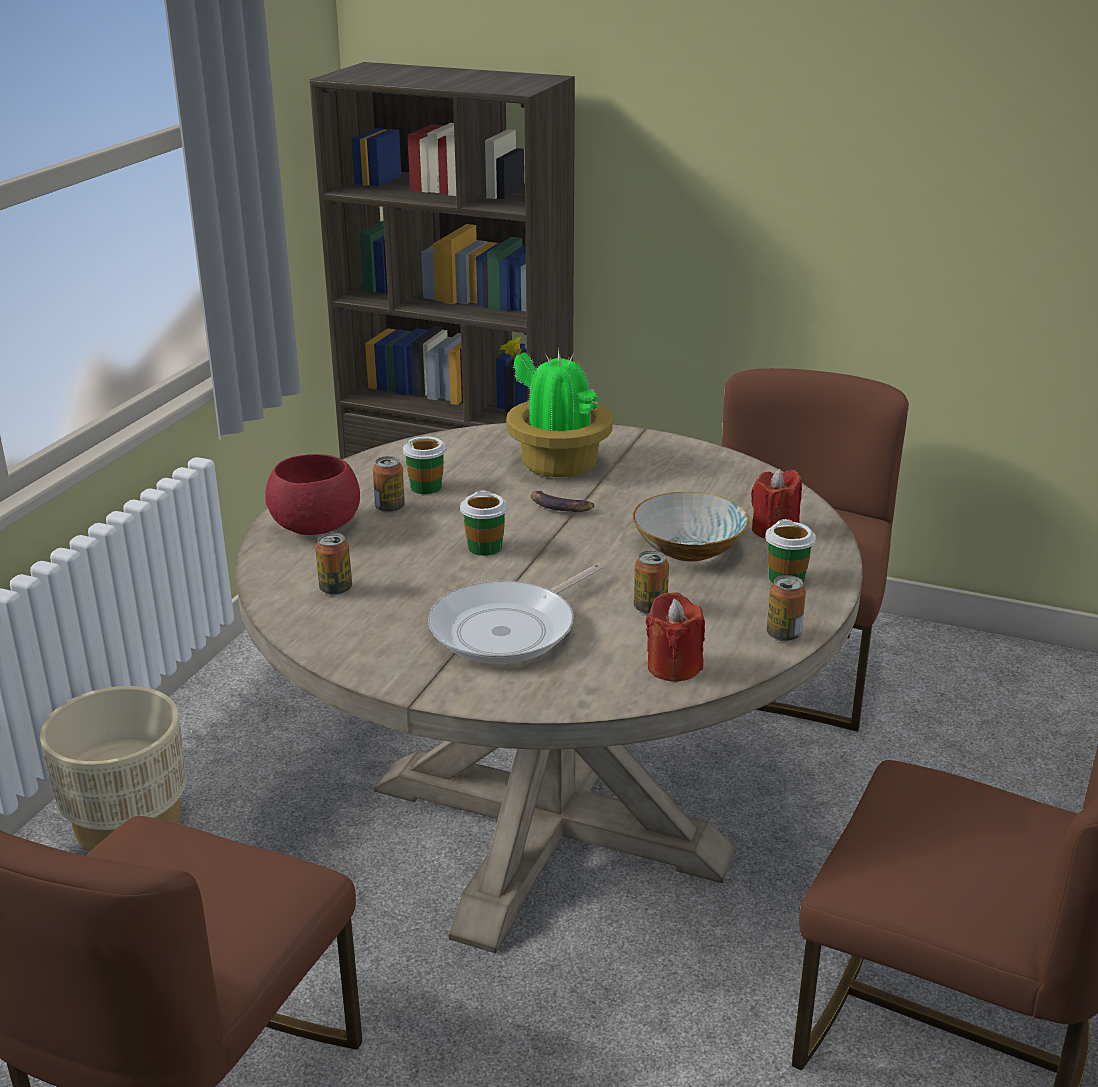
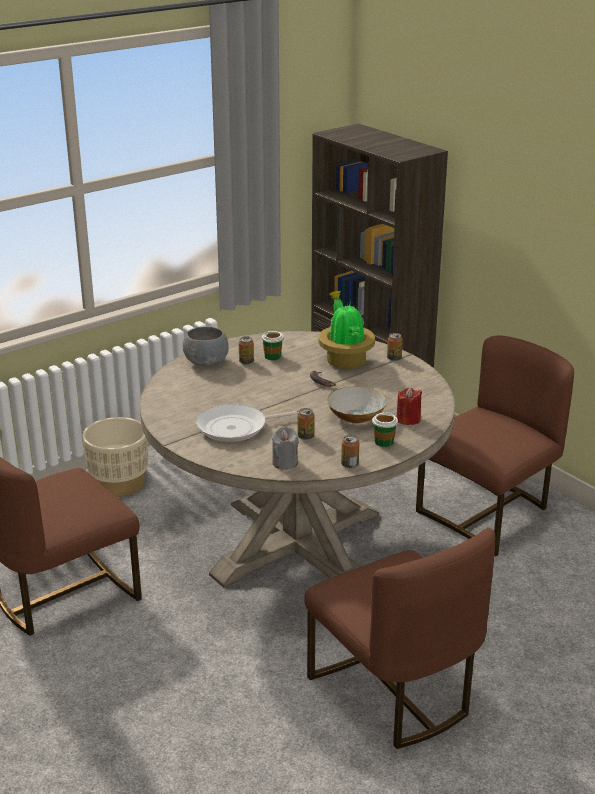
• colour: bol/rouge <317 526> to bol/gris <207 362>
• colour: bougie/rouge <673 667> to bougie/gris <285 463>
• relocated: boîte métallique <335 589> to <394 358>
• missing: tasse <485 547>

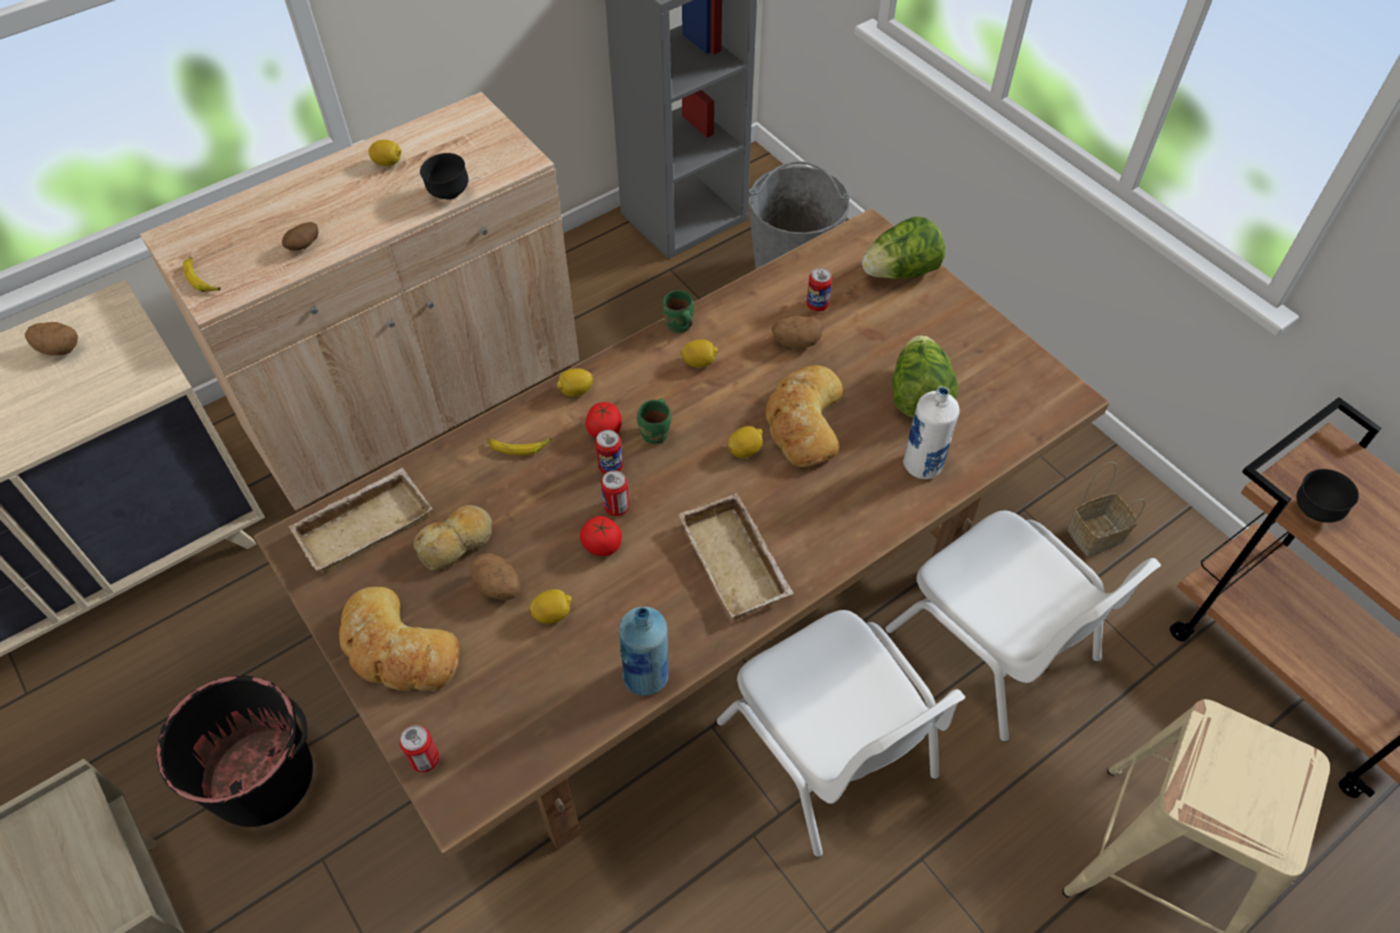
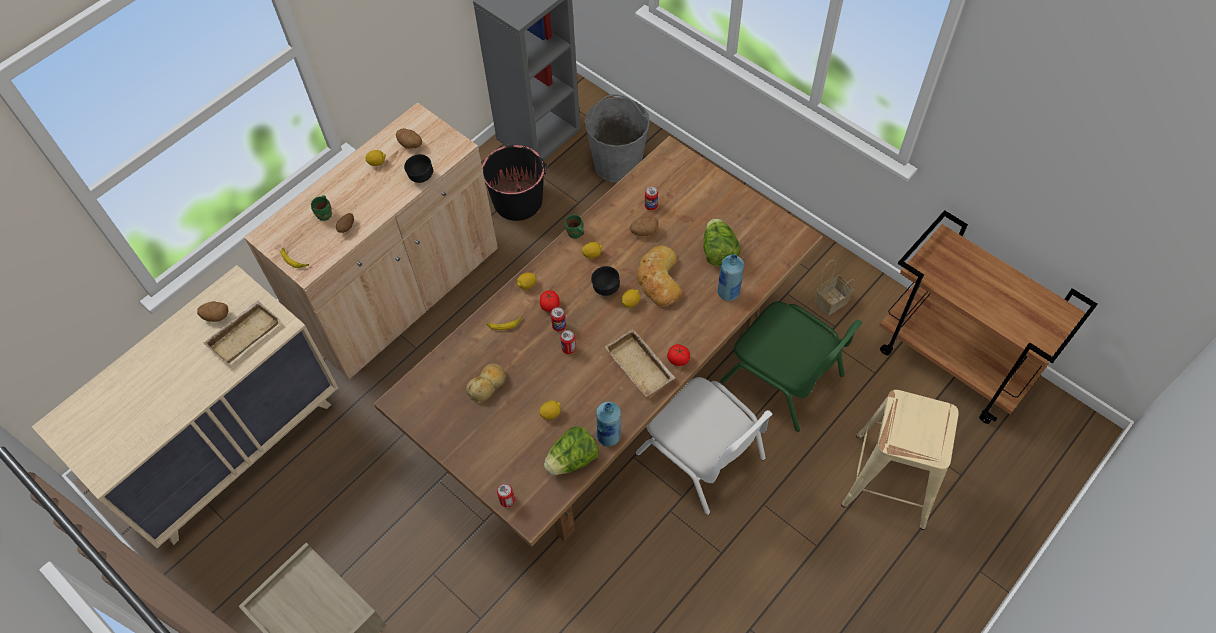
• relocated: plateau/beige <365 523> to <244 333>
• relocated: mug/vert <657 434> to <325 214>
• relocated: pomme de terre <498 587> to <411 144>
• relocated: seau/noir <263 776> to <517 200>
• relocated: laitue <900 272> to <572 460>
• relocated: bol/noir <1313 511> to <605 289>
• relocated: tomate <602 545> to <678 359>
• colour: bouteille/blanc <922 465> to bouteille/bleu <728 293>
• colour: chaise/blanc <995 646> to chaise/vert <784 379>
• missing: pain <397 649>

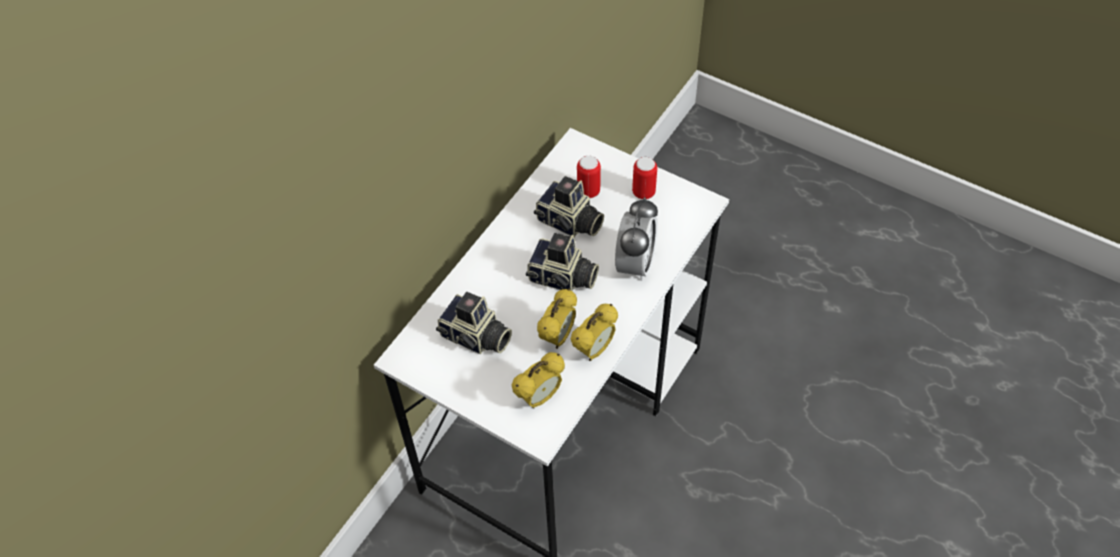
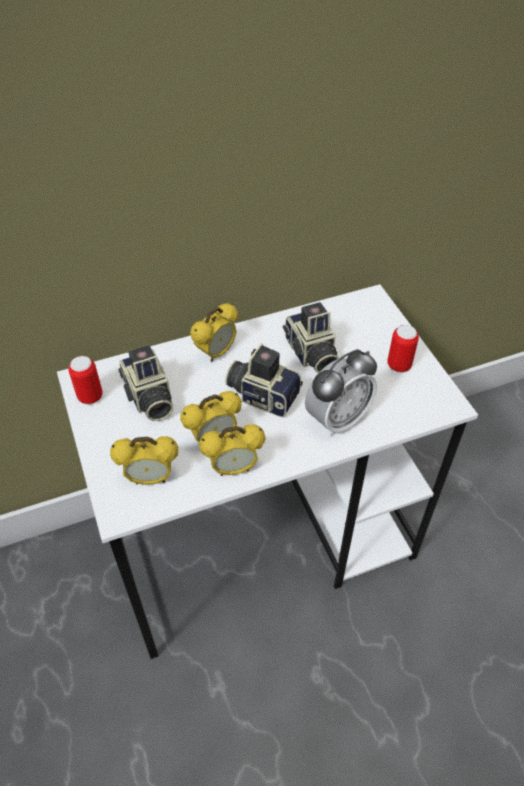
• relocated: boîte métallique <588 191> to <90 396>
• appeared: réveil <216 353>
• spun: appareil photo <563 279> = <263 394> 150 degrees clockwise

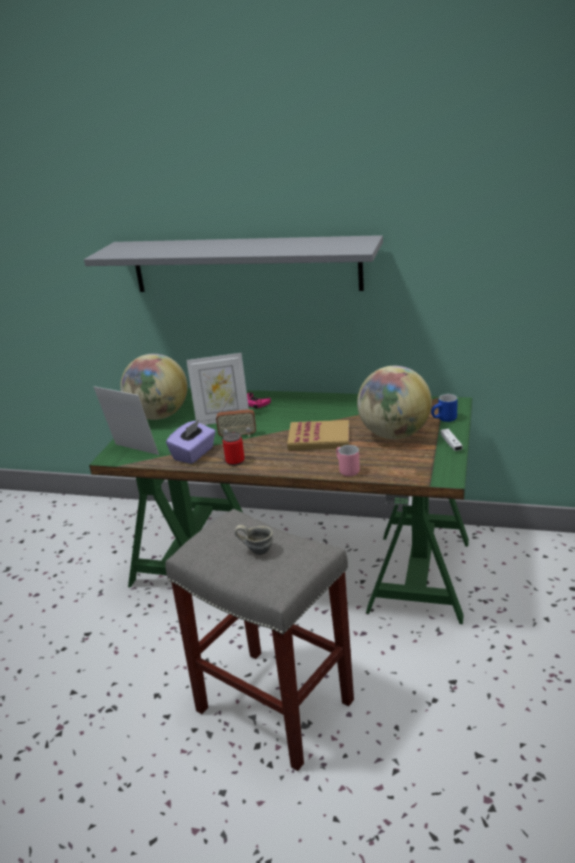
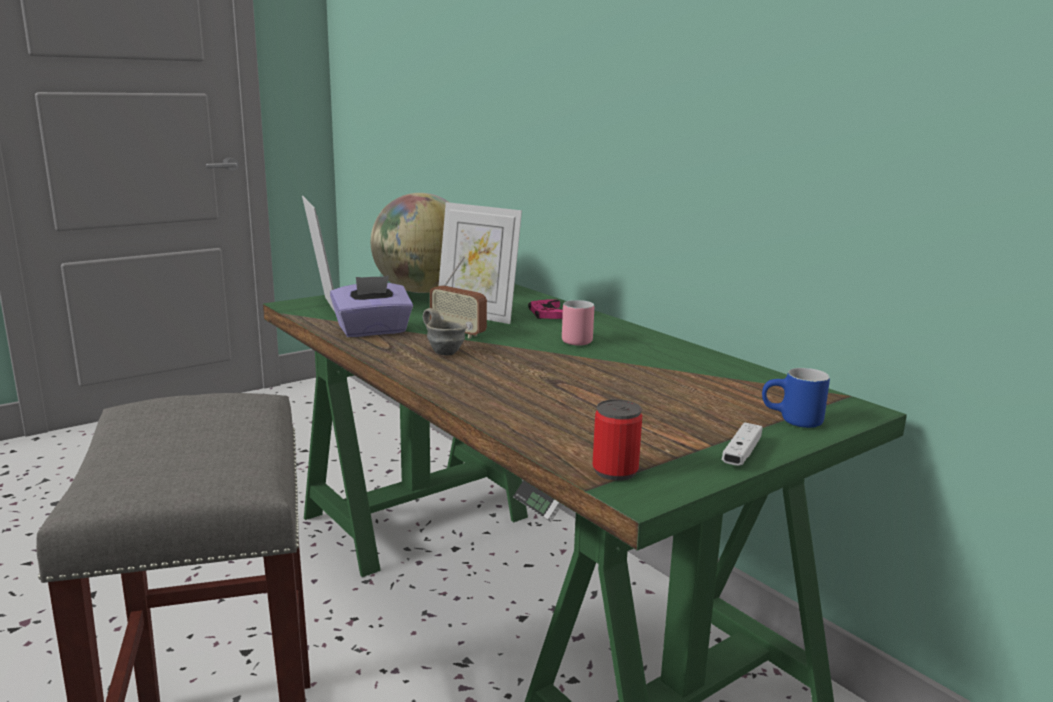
• relocated: mug/gris <257 550> to <445 352>
• relocated: mug/rose <345 470> to <575 339>
• relocated: boîte métallique <235 461> to <615 471>
• missing: étagère/gris <244 265>
• missing: livre <319 438>
• missing: globe <394 434>

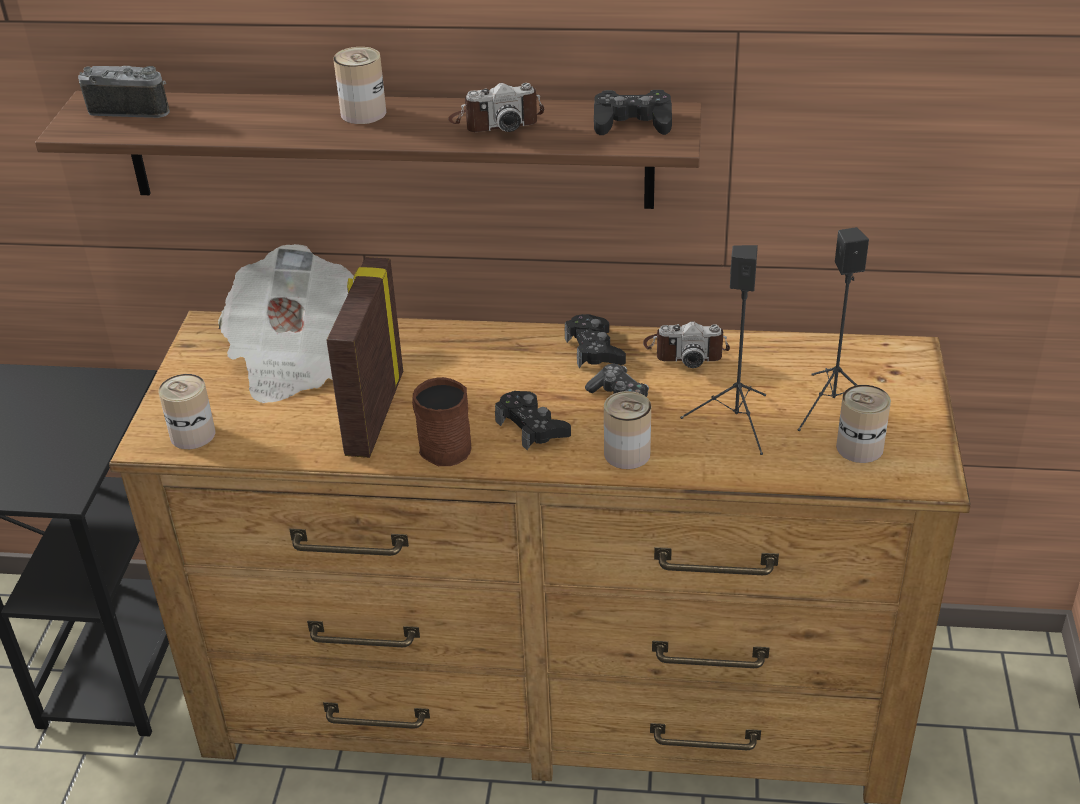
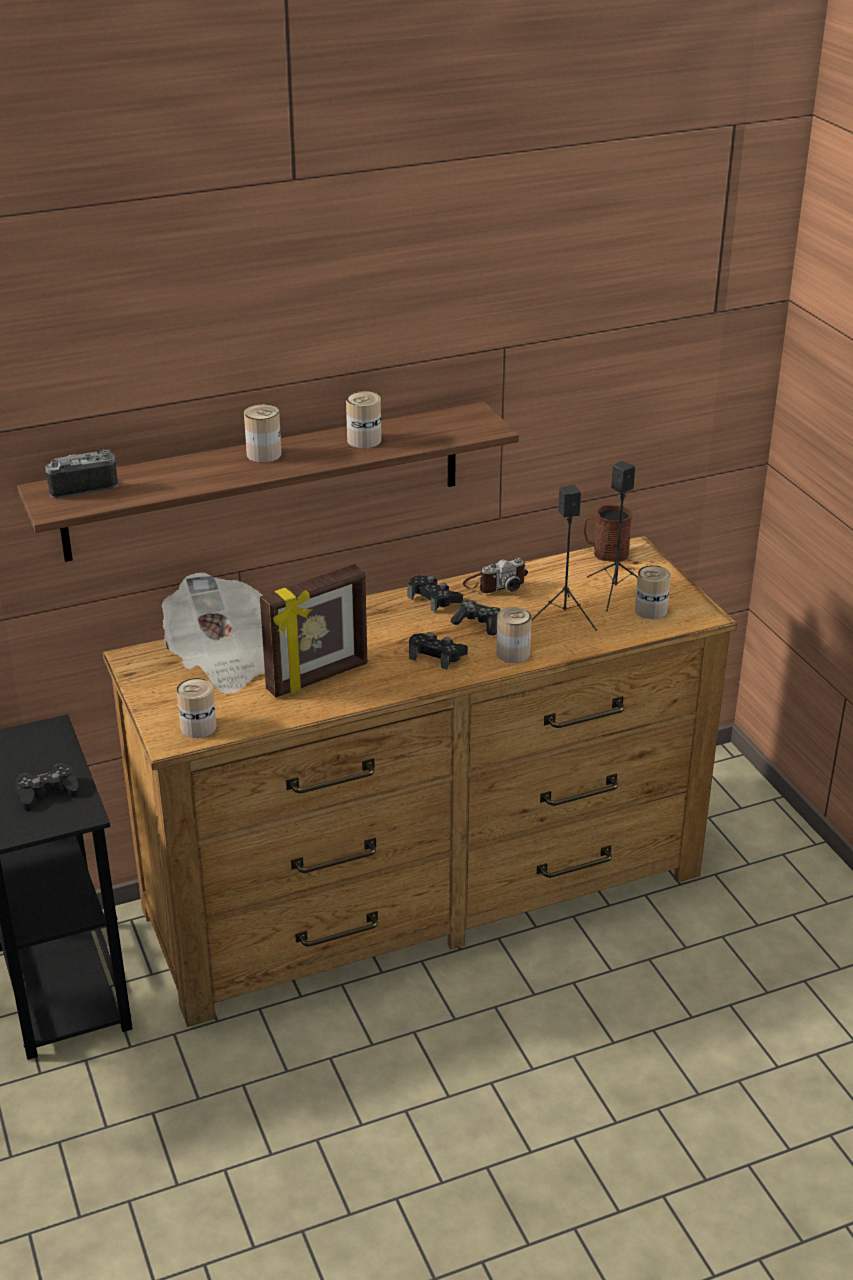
• relocated: manette/noir <632 122> to <47 793>
• spun: cadre photo <372 414> = <318 678> 105 degrees counterclockwise
• exchanged: appareil photo <496 121> to boîte métallique <364 440>
• relocated: mug/marron <440 445> to <605 553>

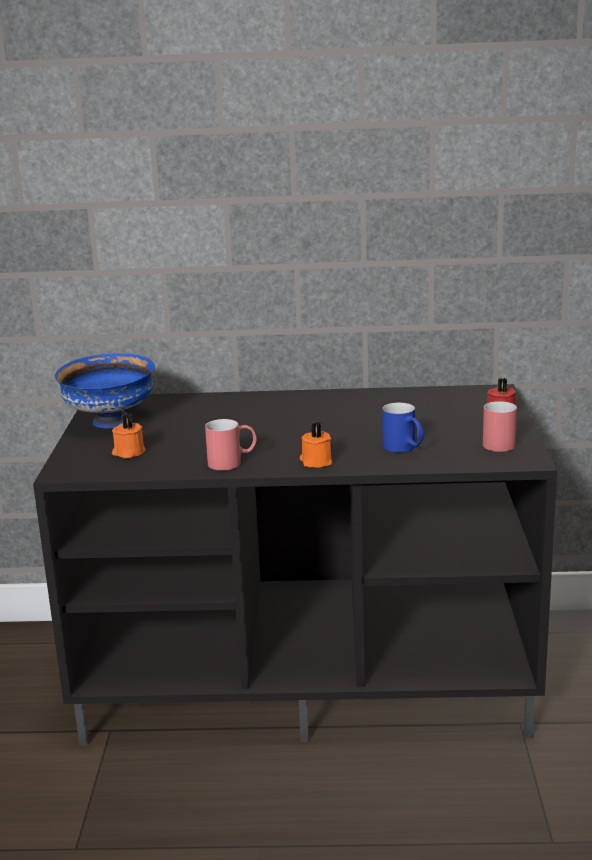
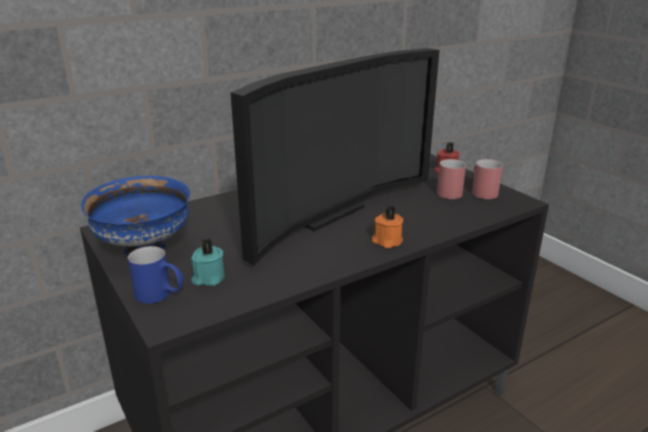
• relocated: mug/bleu <404 449> to <161 295>
• colour: bougie/orange <128 453> to bougie/turquoise <208 278>
• appeared: téléviseur <323 212>
• relocated: mug/rouge <232 462> to <452 191>

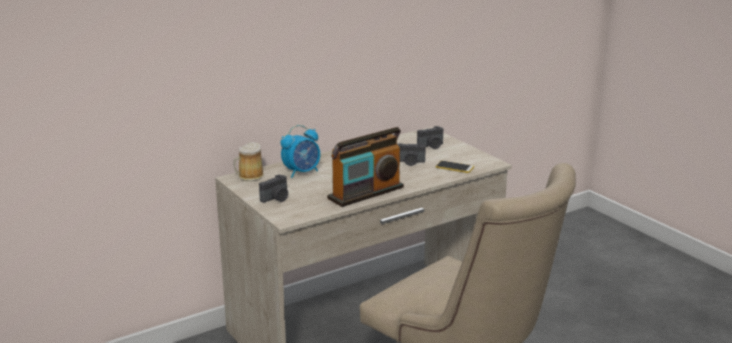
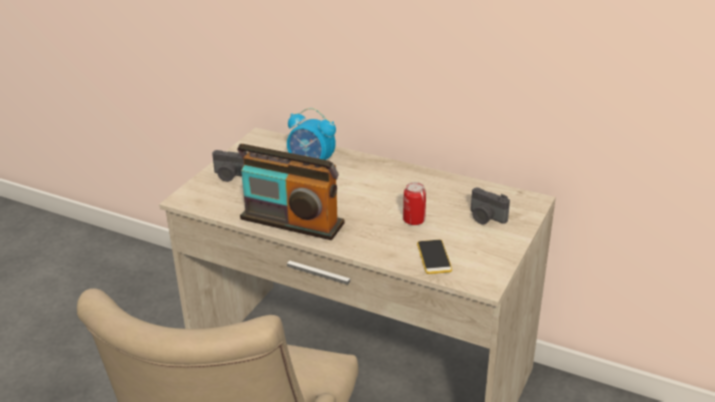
• exchanged: appareil photo <410 162> to boîte métallique <414 220>
• missing: mug <249 176>

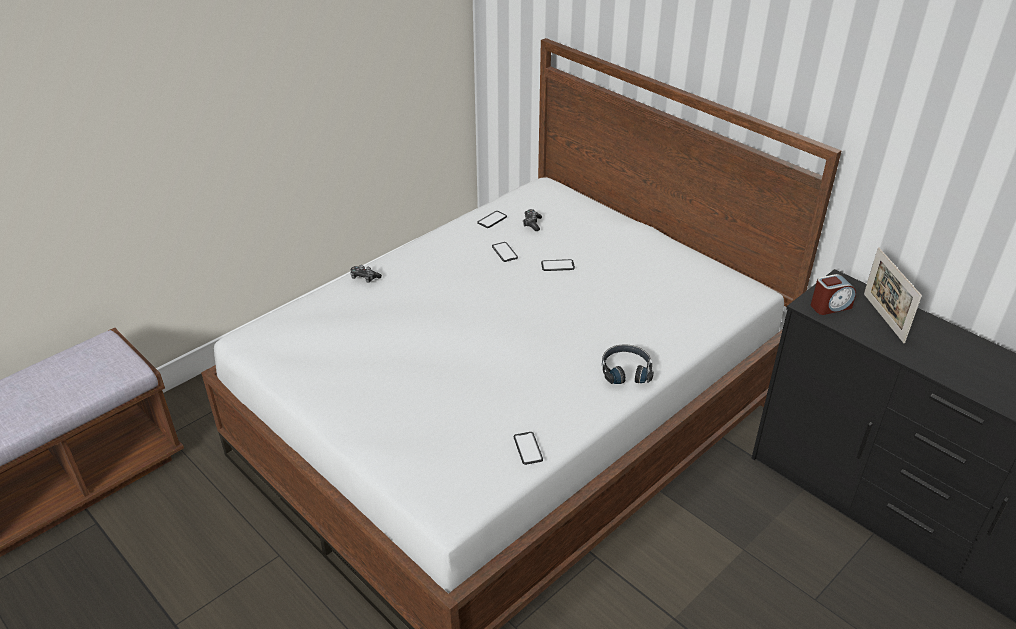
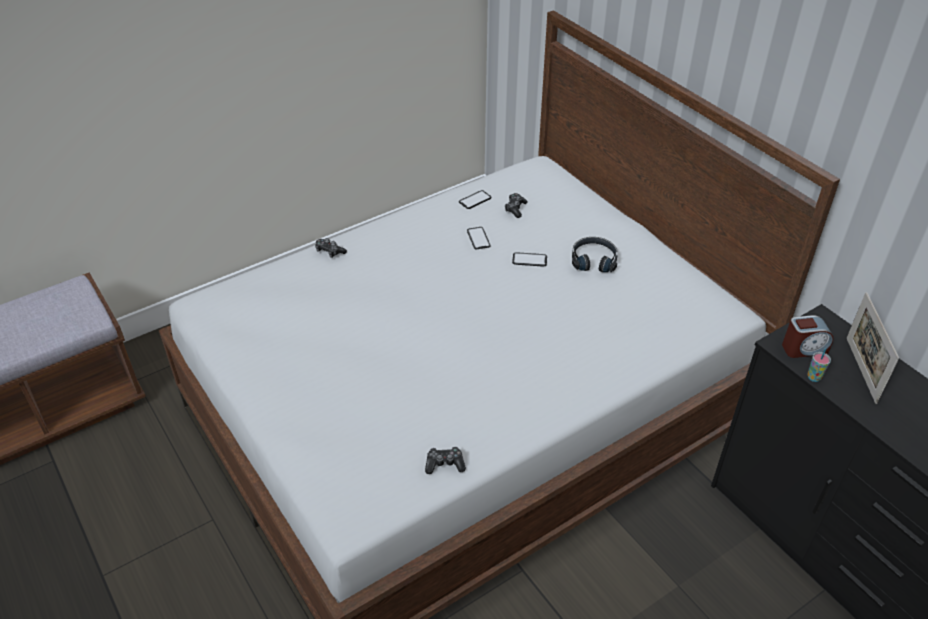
• exchanged: téléphone <528 448> to manette <445 464>
• relocated: casque audio/noir <625 370> to <593 260>
• appeared: tasse <814 377>

